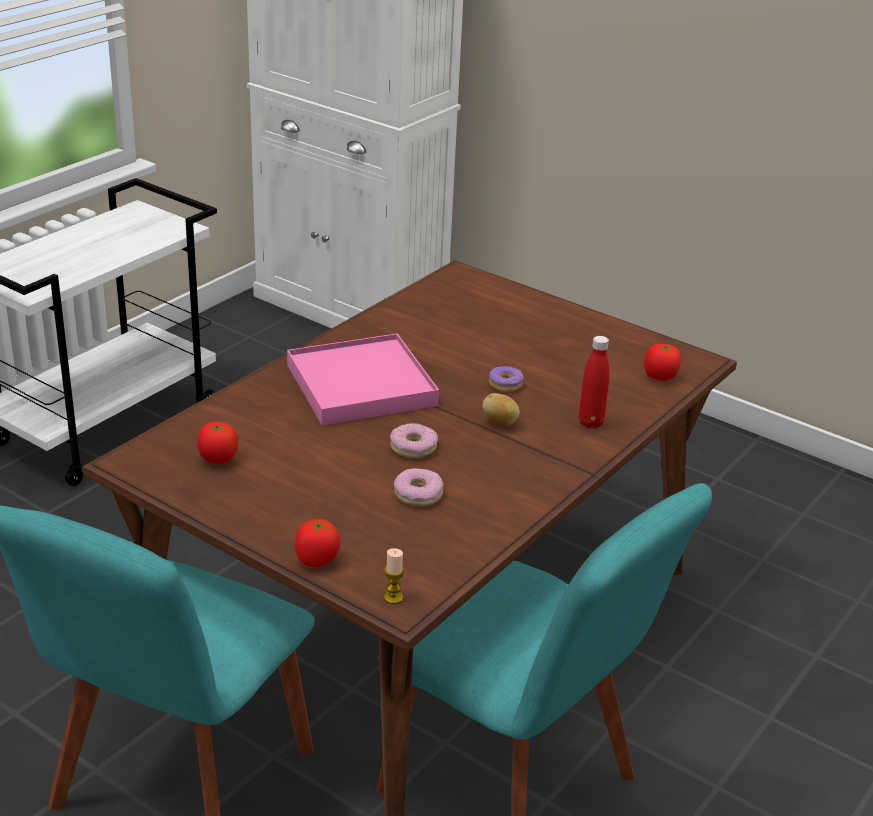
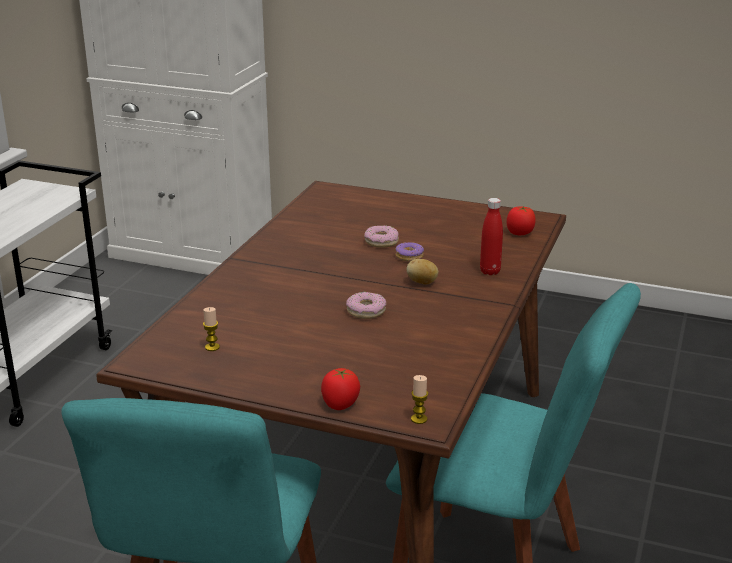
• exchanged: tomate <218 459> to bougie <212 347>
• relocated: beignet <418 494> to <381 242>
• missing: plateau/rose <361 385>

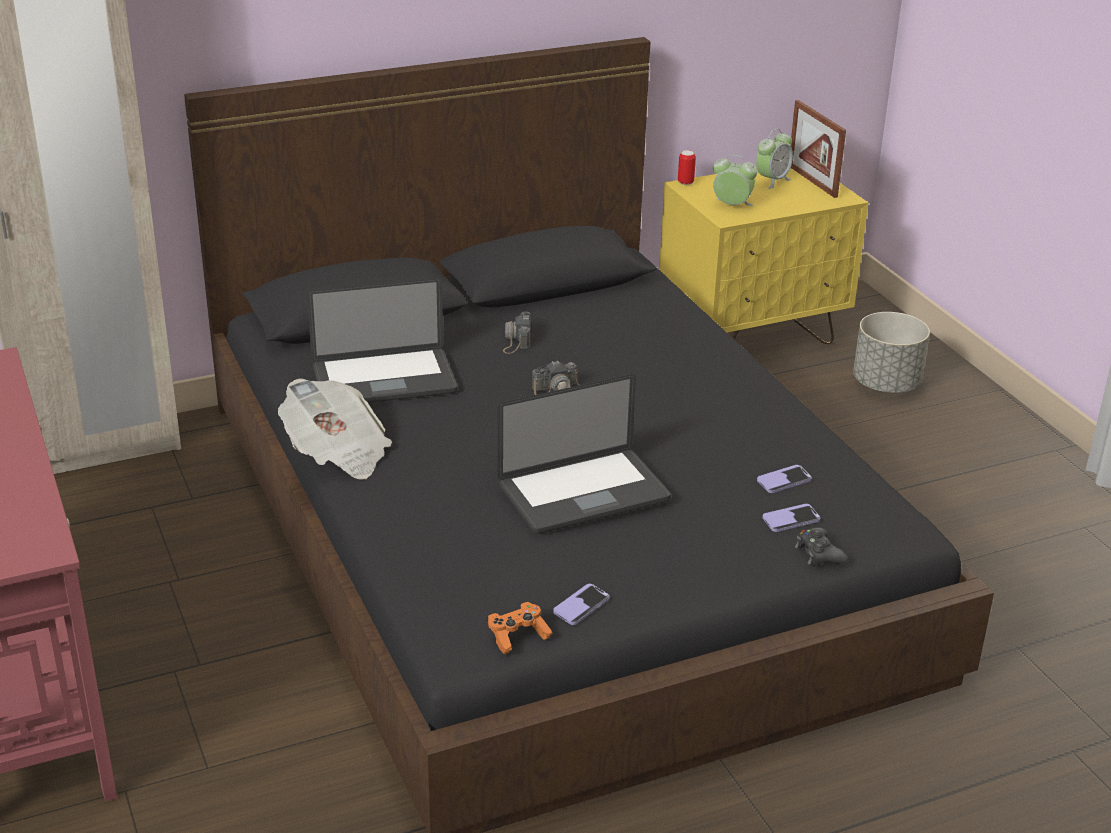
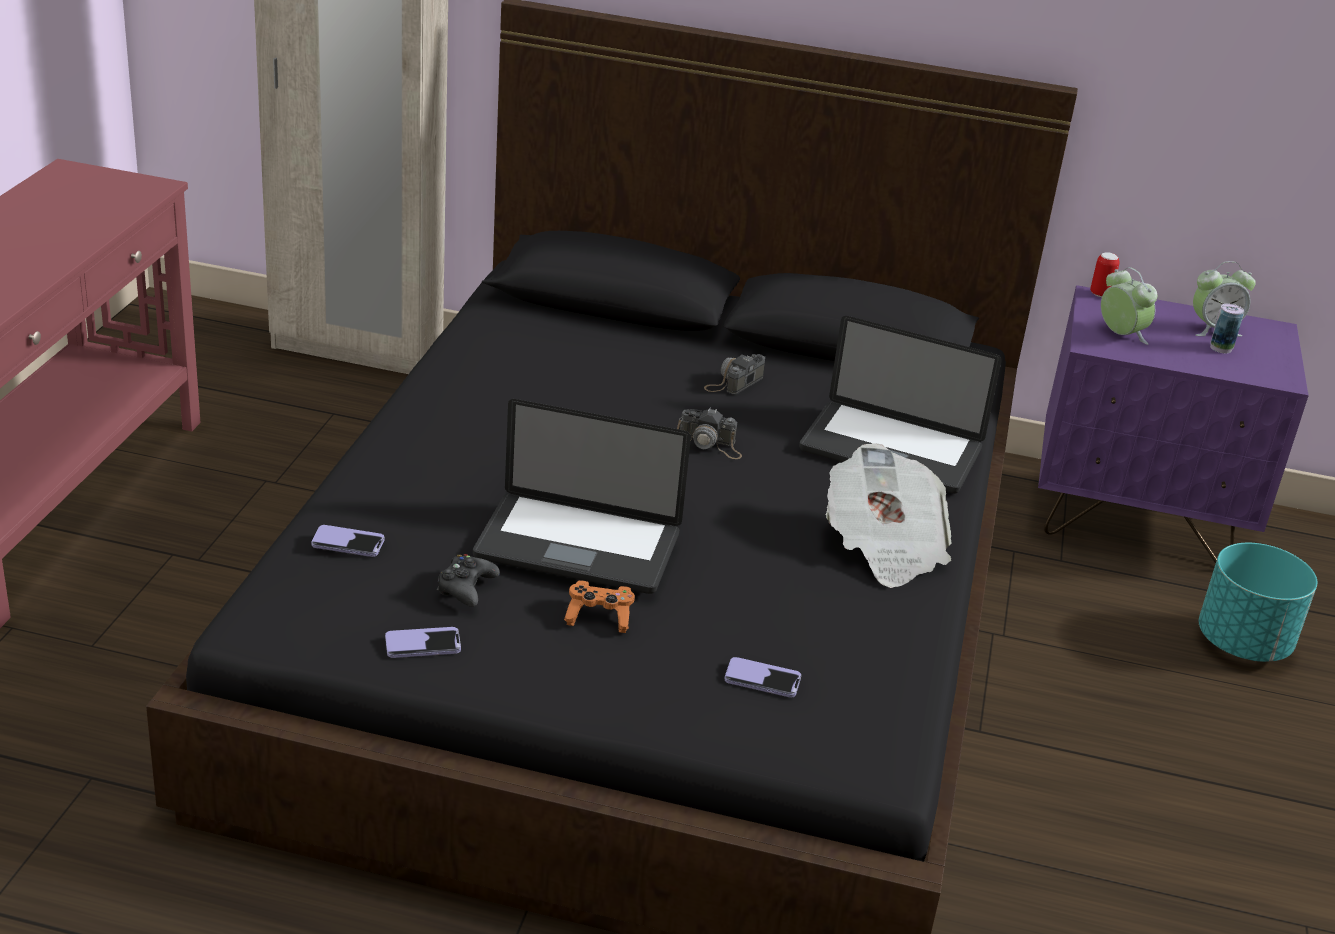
• relocated: téléphone <784 480> to <348 543>
• relocated: manette/noir <818 553> to <466 587>
• relocated: manette/orange <517 636> to <599 617>
• relocated: ordinateur portable <384 380> to <890 450>
• relocated: journal <337 453> to <884 547>
• colour: table de chevet/jaune <751 335> to table de chevet/violet <1137 521>
• colour: cache-pot/gris <886 384> to cache-pot/turquoise <1243 643>
• appeared: boîte métallique <1221 348>
• missing: cadre photo <812 181>

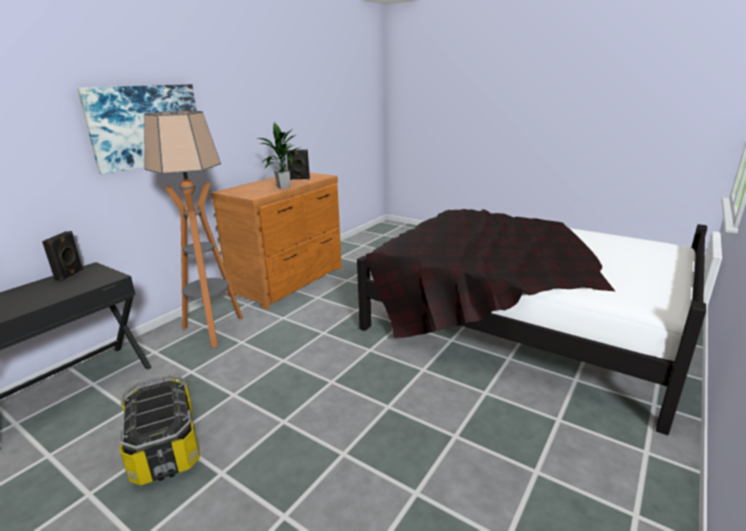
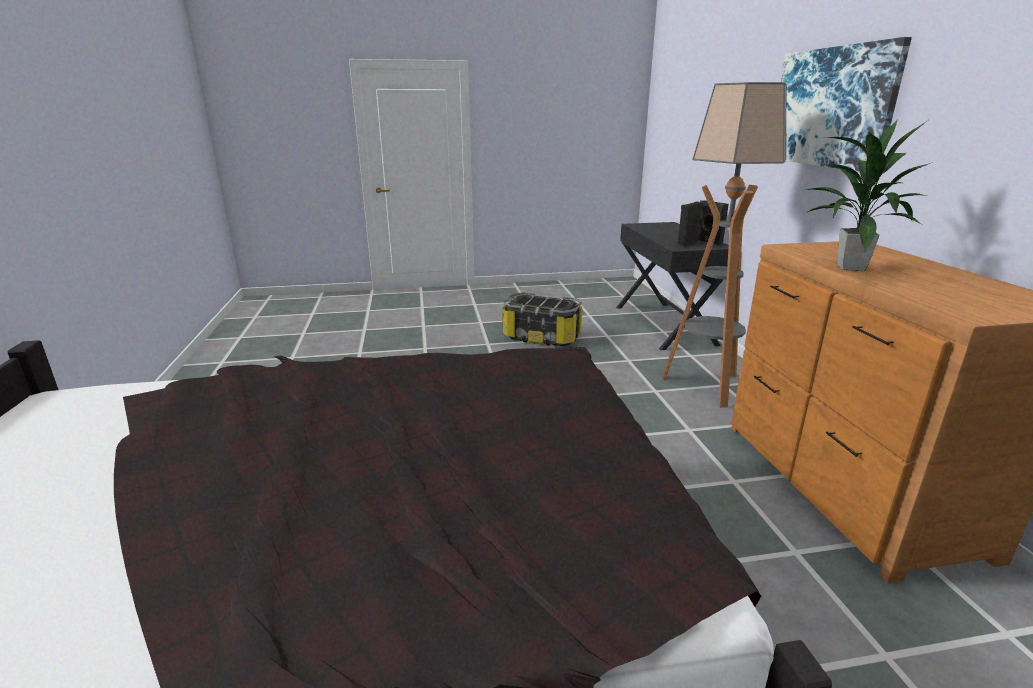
• relocated: enceinte/noir <299 179> to <686 243>

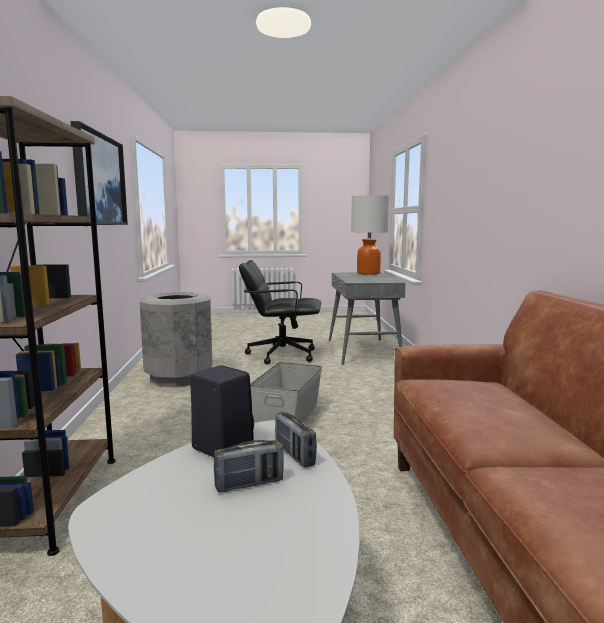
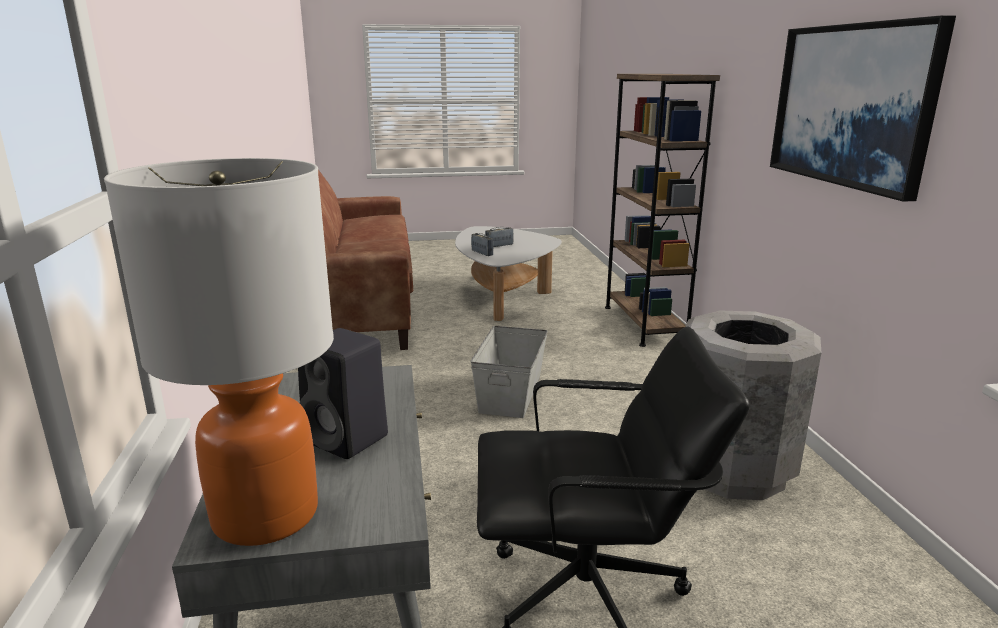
• relocated: enceinte/noir <221 447> to <349 439>

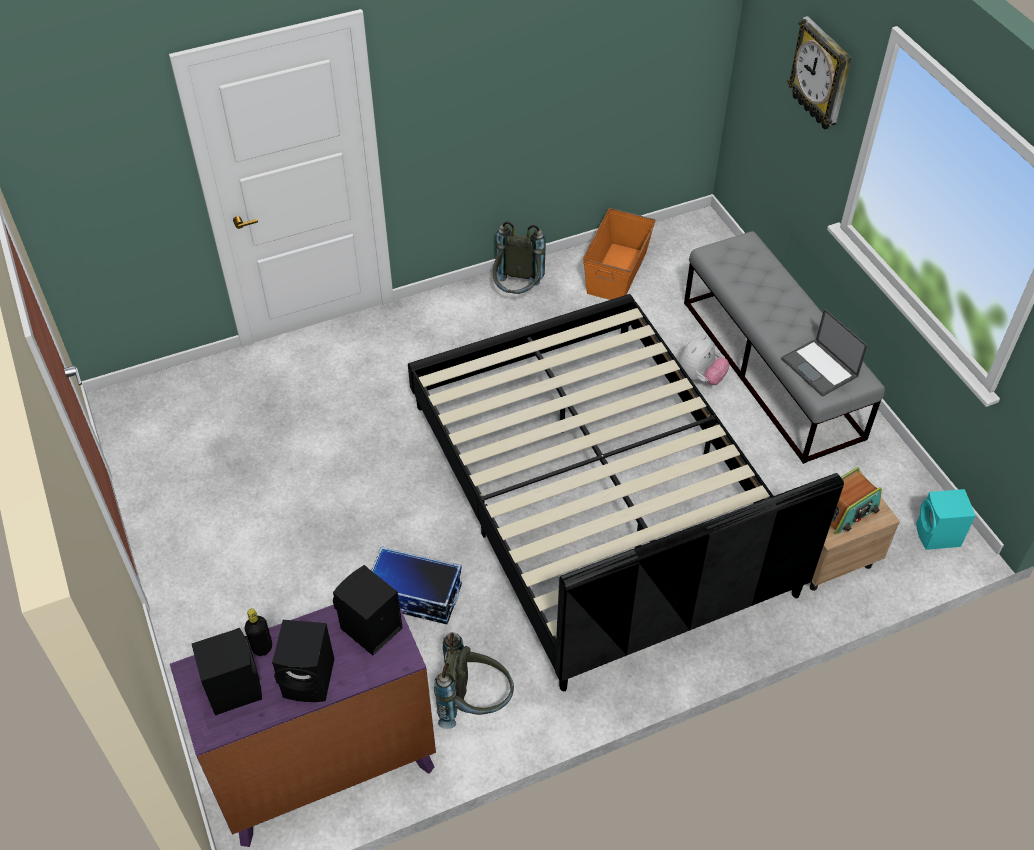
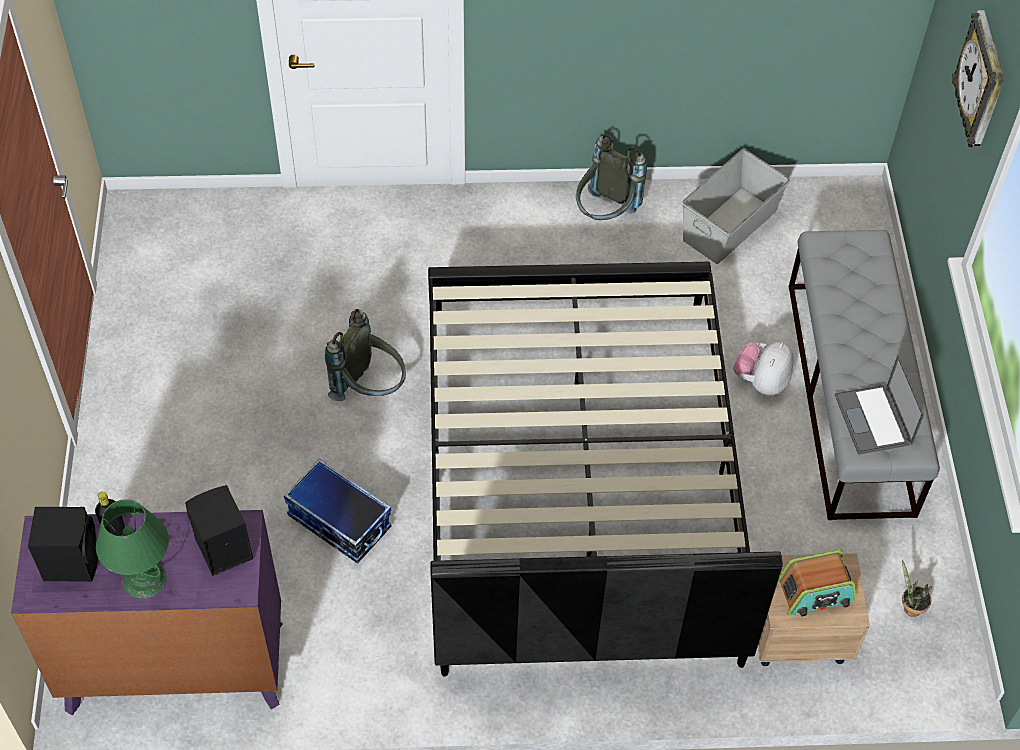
• exchanged: enceinte/noir <311 679> to lampe de table/vert <145 578>
• relocated: sac à dos/gris <474 703> to <370 389>
• colour: boîte de rangement/orange <617 272> to boîte de rangement/gris <730 225>
• spun: peluche <700 378> = <761 382> 150 degrees clockwise
• appeared: plante en pot <909 608>
• missing: enceinte/turquoise <937 536>

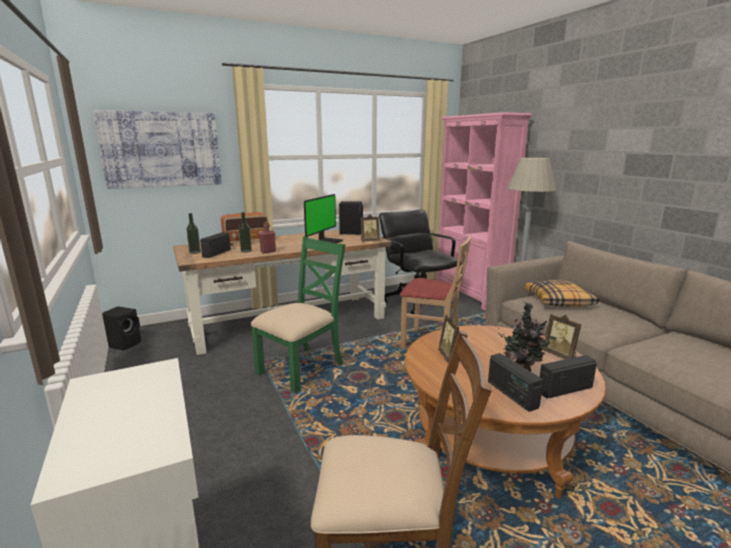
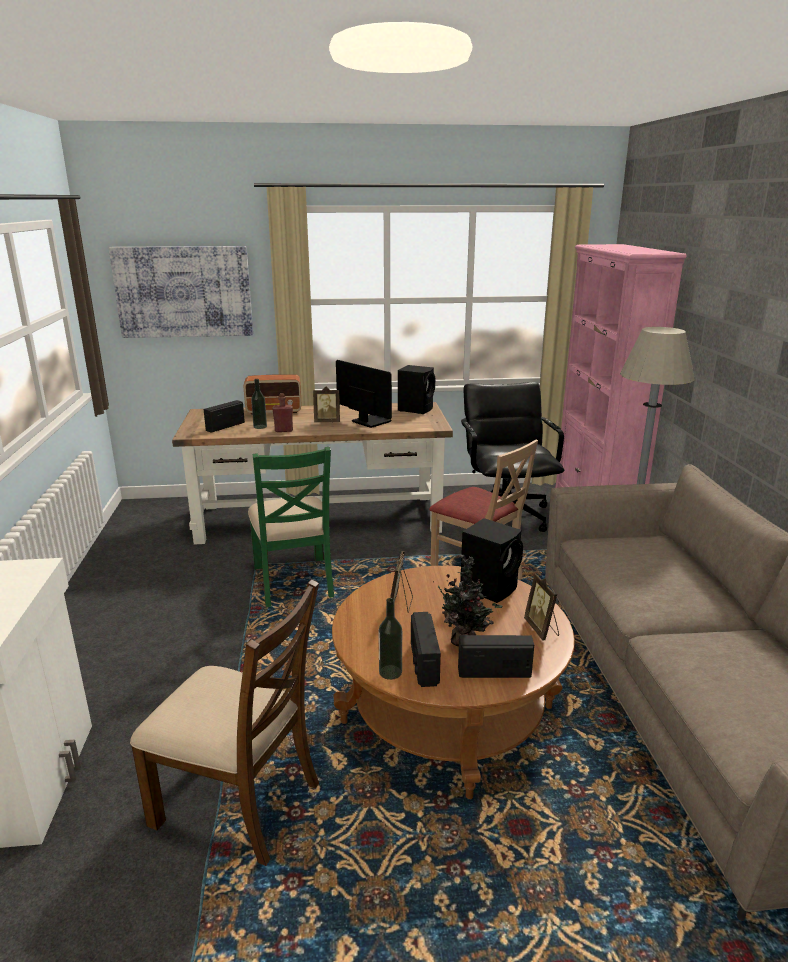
• spun: chaise/vert <302 368> = <294 582> 105 degrees clockwise
• relocated: cadre photo <369 241> to <327 421>
• spun: écran d'ordinateur <327 241> = <369 422> 90 degrees counterclockwise
• relocated: bouteille <195 252> to <390 672>
• relocated: enceinte/noir <125 344> to <490 587>
• missing: coussin <559 301>

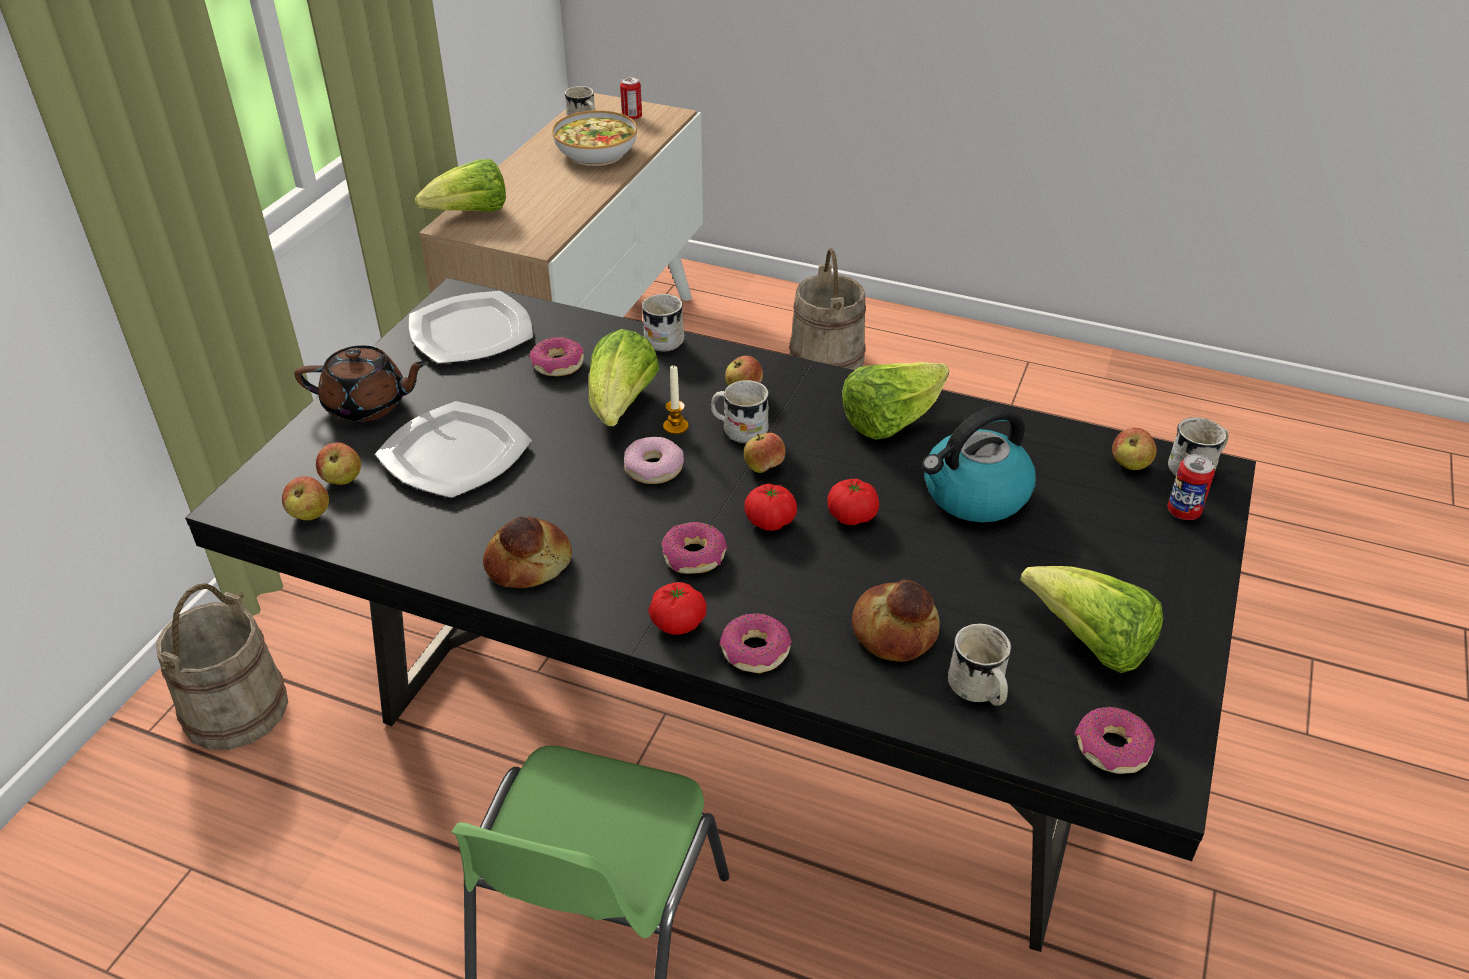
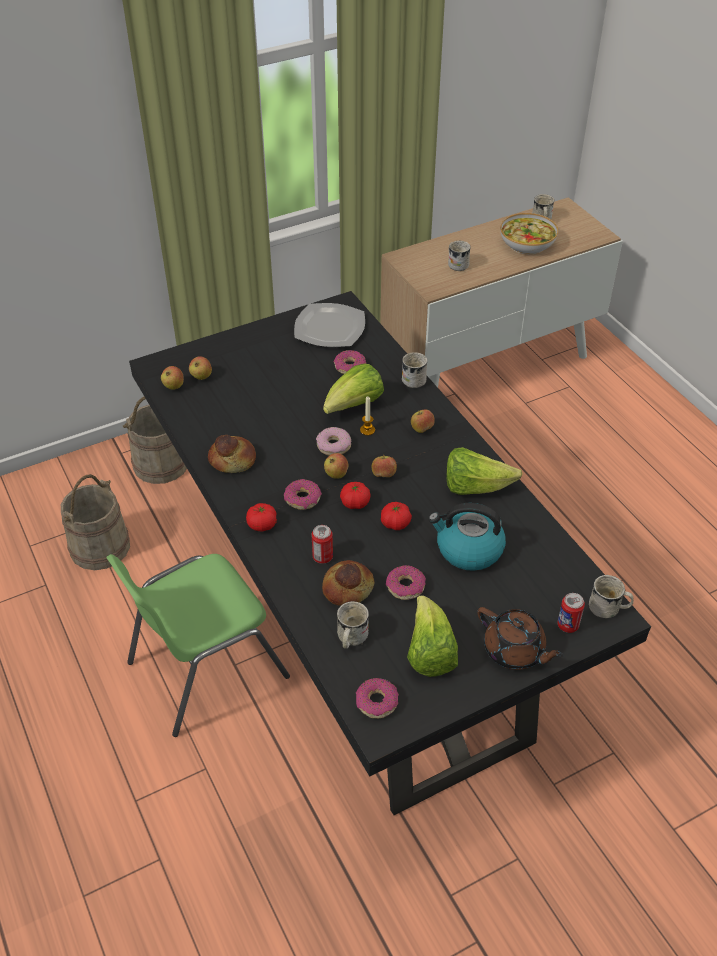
• relocated: seau/beige <826 359> to <99 546>
• relocated: boîte métallique <632 117> to <322 557>
• relocated: pomme <1130 464> to <336 474>
• relocated: beignet <754 651> to <405 587>
• relocated: mug/blanc <739 429> to <456 264>
• relocated: théière/marron <368 405> to <514 651>
• missing: assiette <455 455>
• missing: laitue <470 214>

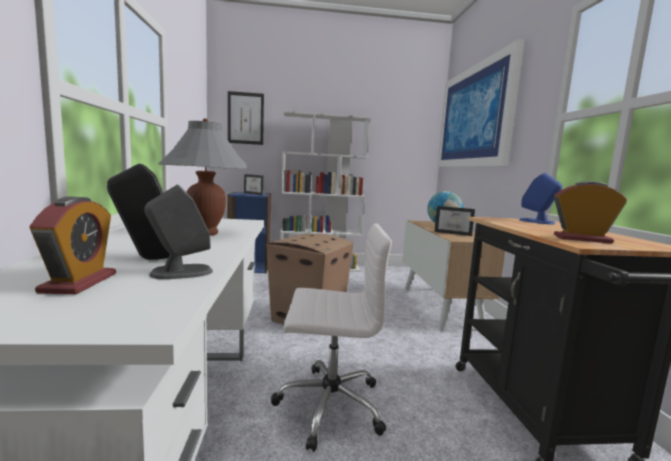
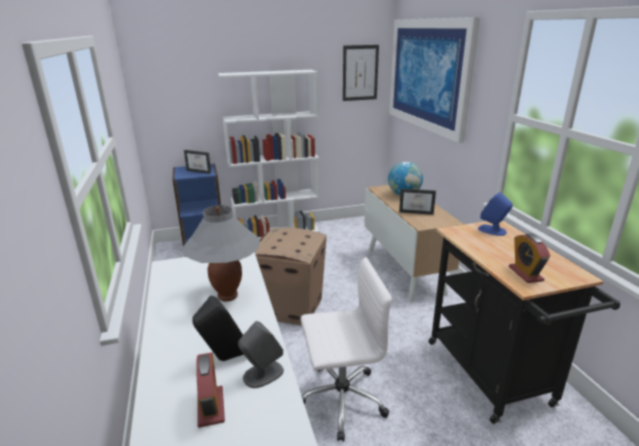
• relocated: tableau <245 118> to <360 73>
• spun: réveil <582 239> = <525 273> 105 degrees counterclockwise

